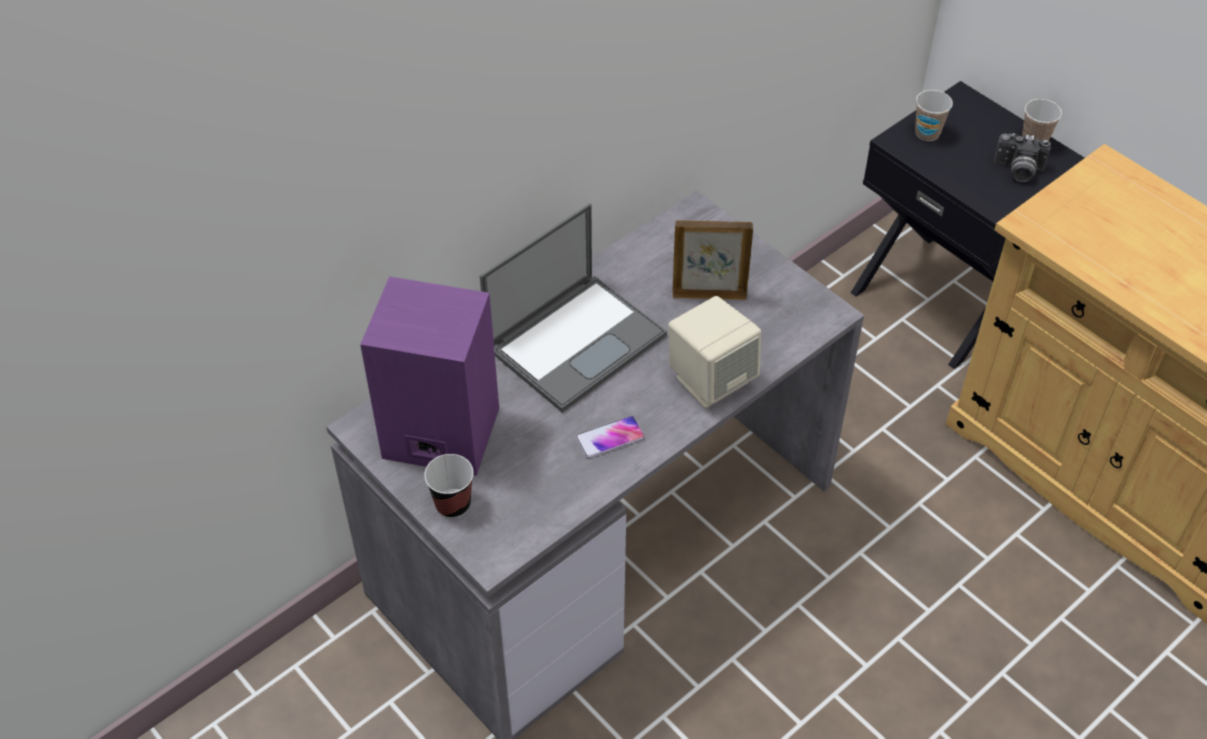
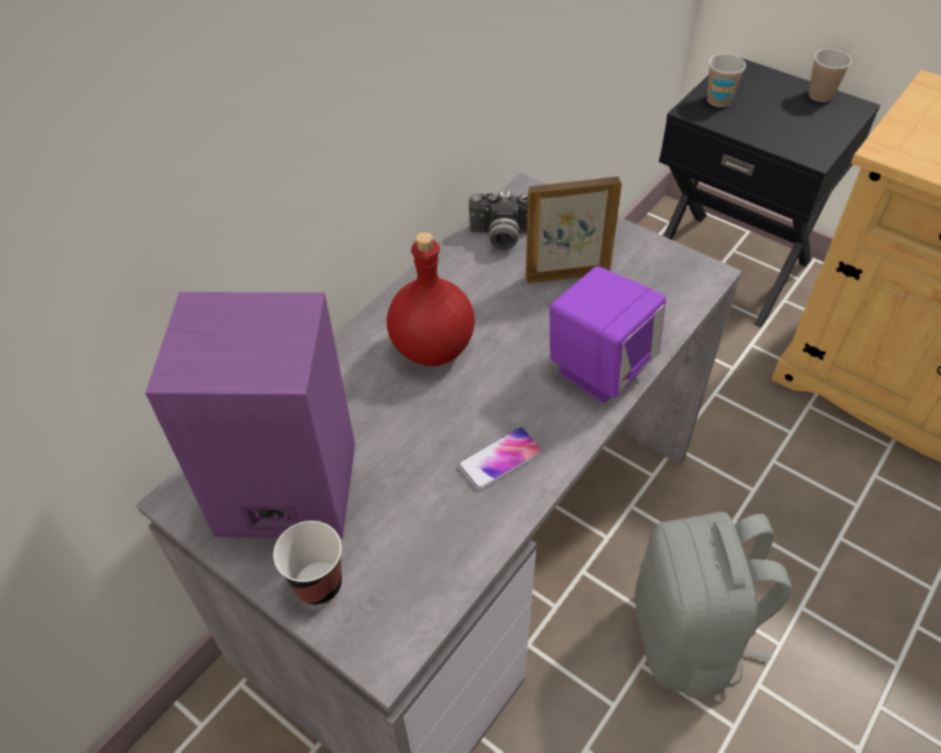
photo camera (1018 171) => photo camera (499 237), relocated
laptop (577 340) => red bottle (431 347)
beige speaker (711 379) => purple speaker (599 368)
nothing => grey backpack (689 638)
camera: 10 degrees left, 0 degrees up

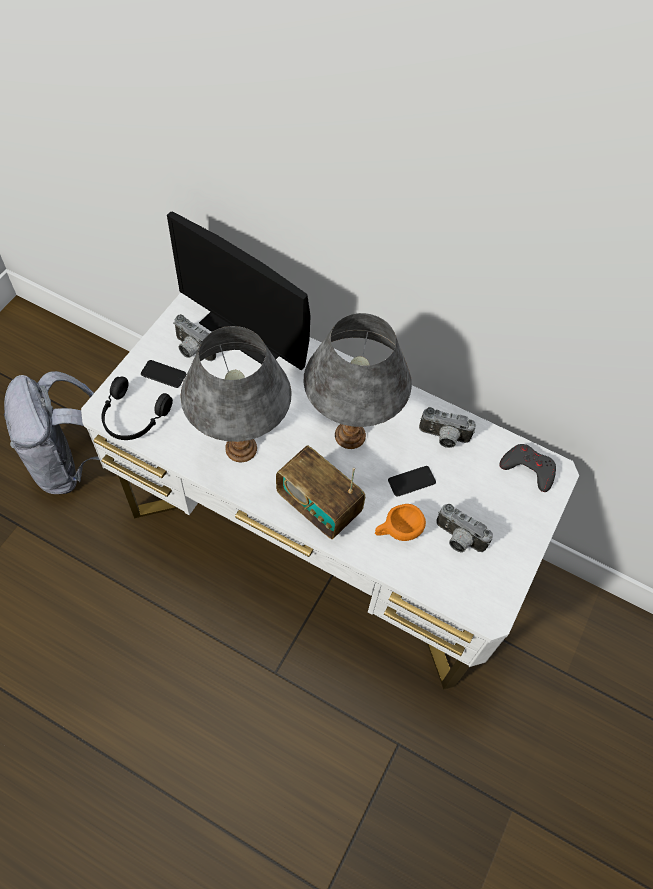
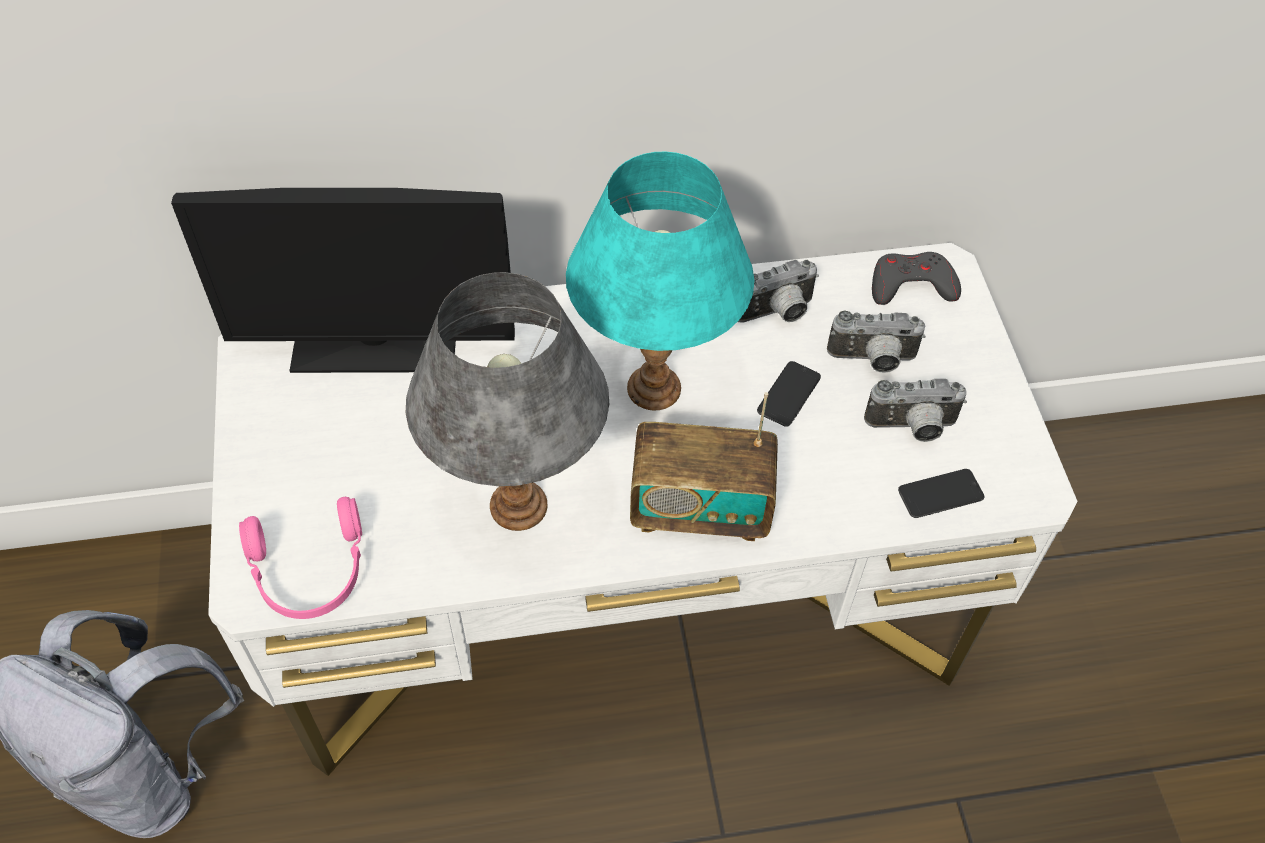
grey table lamp (349 436) => turquoise table lamp (654 389)
photo camera (192 350) => photo camera (872 360), relocated
phone (163 374) => phone (940 494), relocated
black headphones (133 417) => pink headphones (310 572)
orange cup (397 531) => nothing
camera: 35 degrees left, 5 degrees down

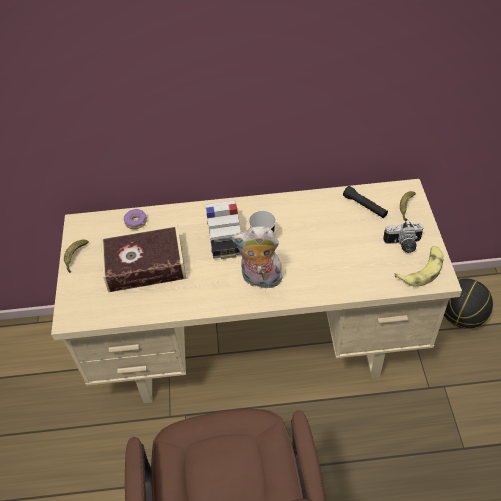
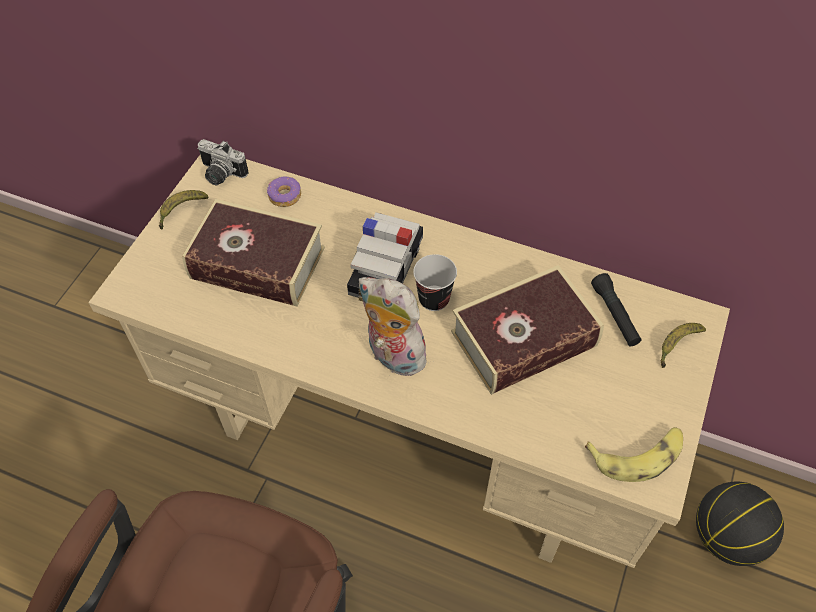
photo camera (403 245) => photo camera (220 174), relocated
nothing => book (524 339)
camera: 25 degrees right, 5 degrees up

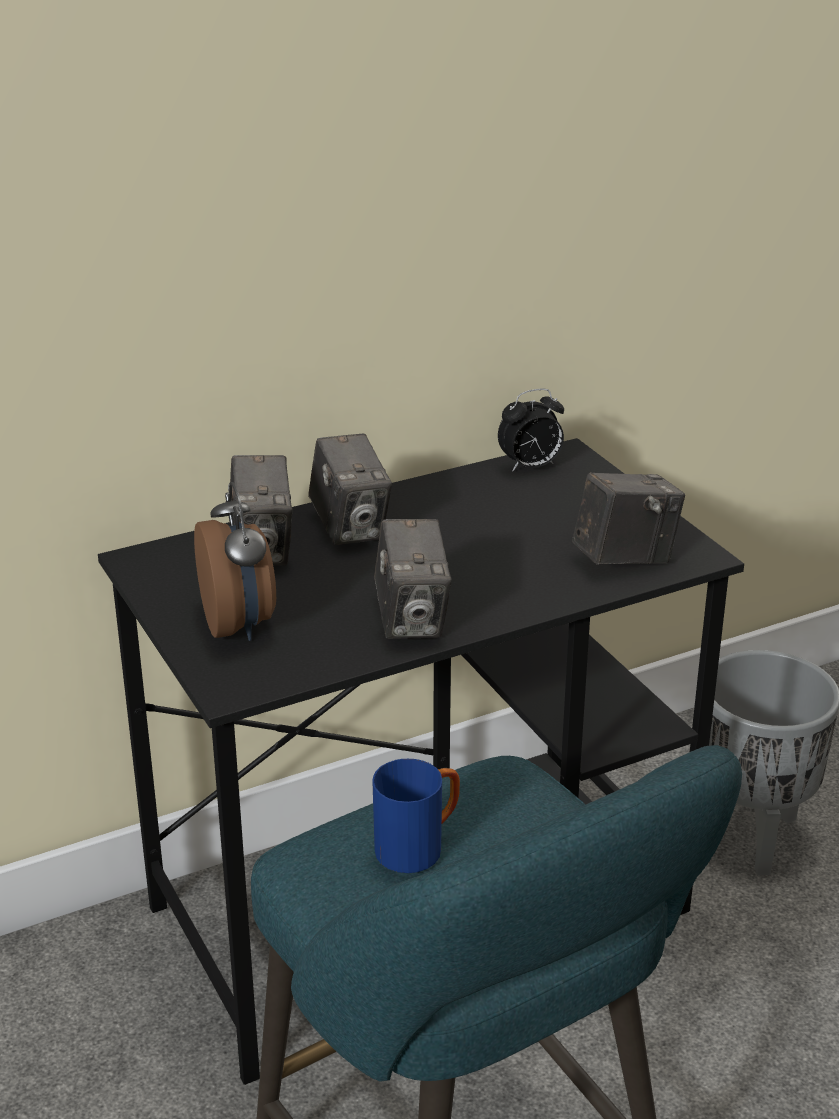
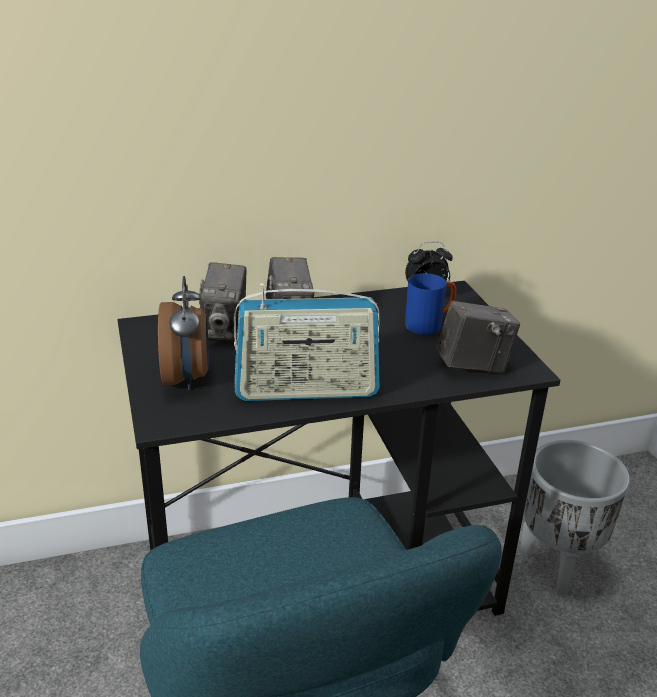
photo camera (412 620) => radio (306 390)
blue mug (419 846) => blue mug (429 325), relocated
camera: 10 degrees right, 0 degrees up

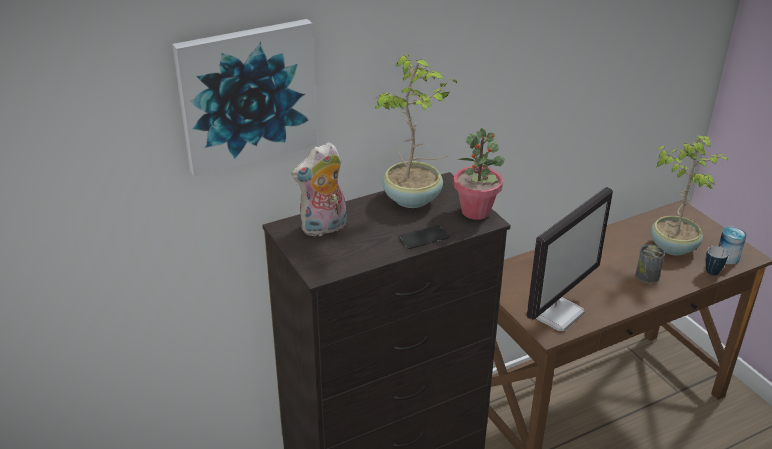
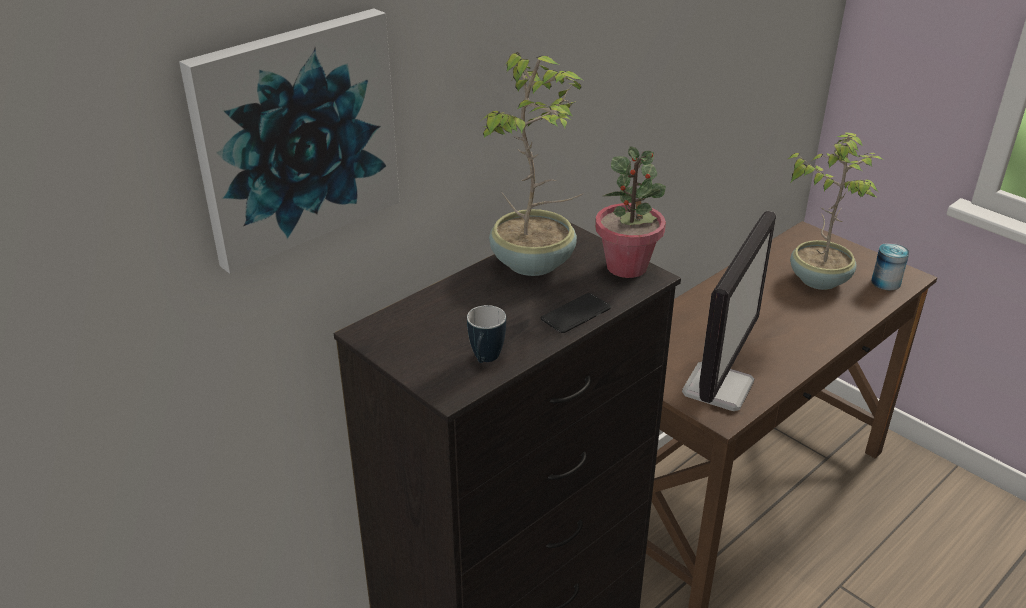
plush toy (324 228) => nothing
can (647 276) => nothing
mug (711 274) => mug (485 360), relocated
camera: 15 degrees left, 0 degrees up

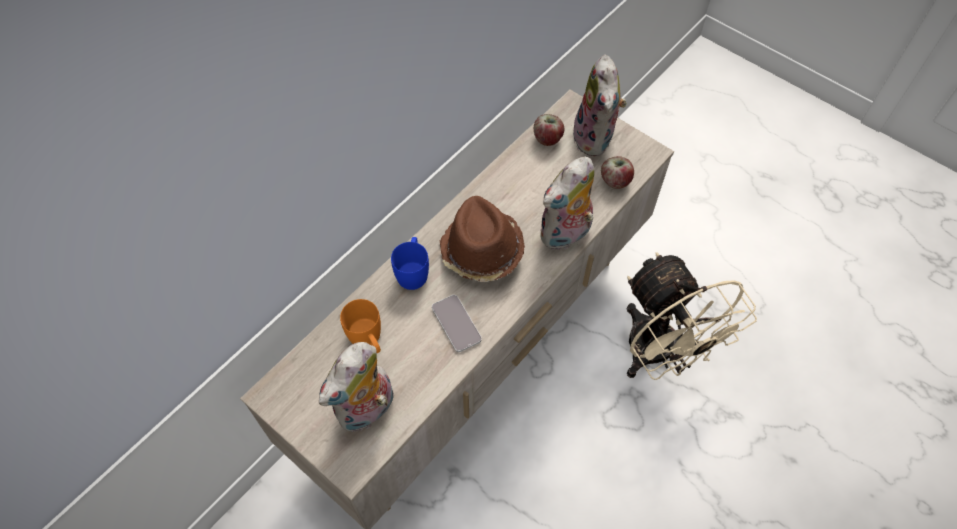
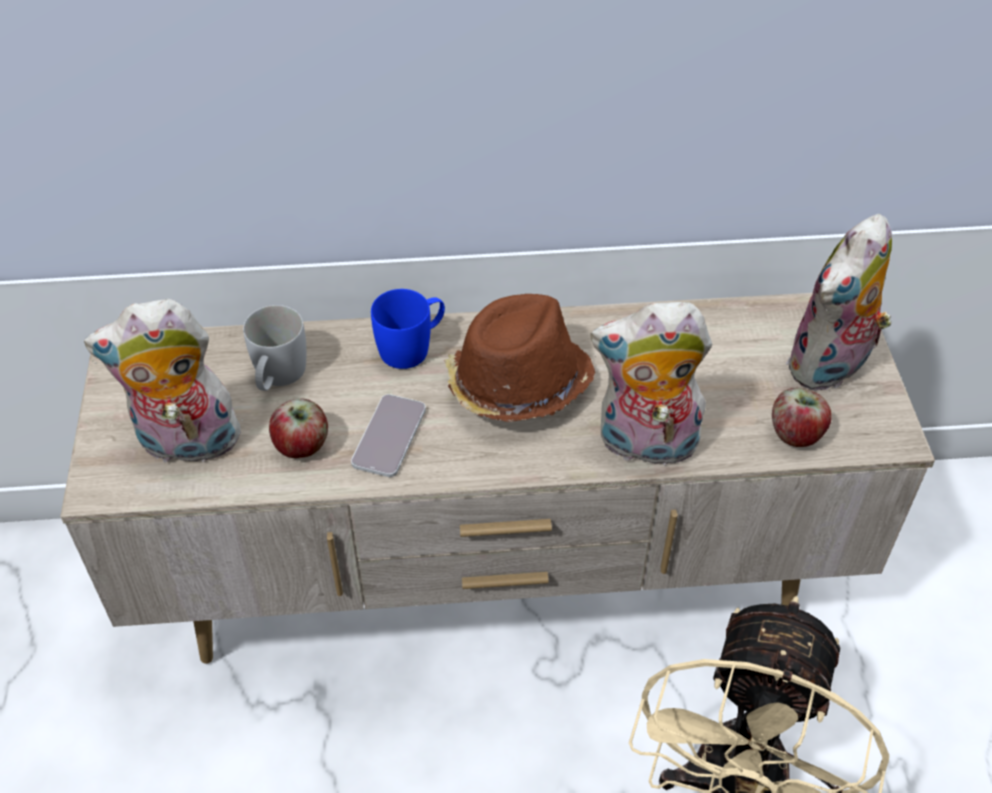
apple (547 139) => apple (302 446), relocated
orange mug (368 340) => white mug (277 377)
camera: 45 degrees right, 10 degrees down

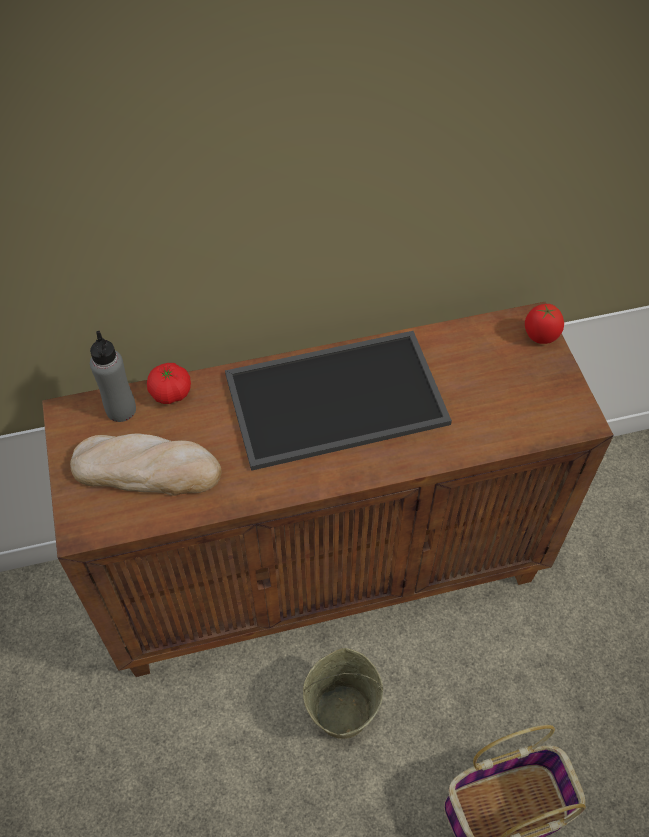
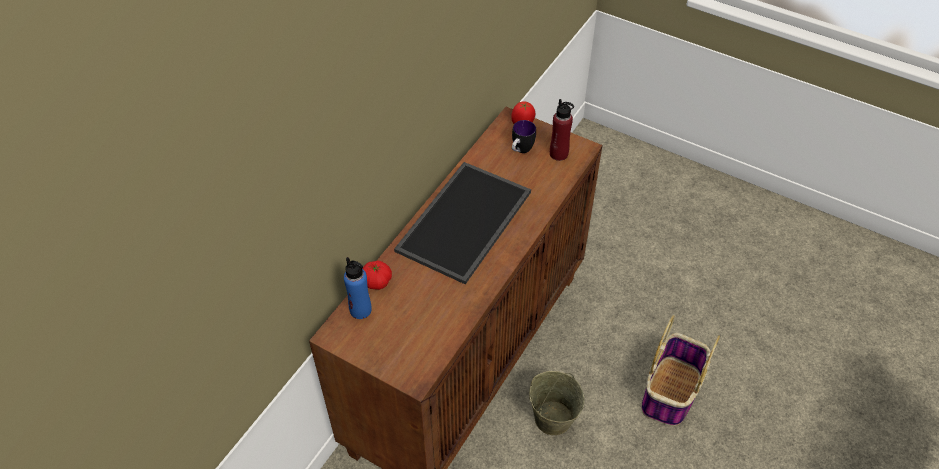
grey bottle (121 409) => blue bottle (360 310)
bread (147 469) => nothing
nothing => red bottle (559 154)
nothing => mug (520 151)
camera: 45 degrees left, 5 degrees down

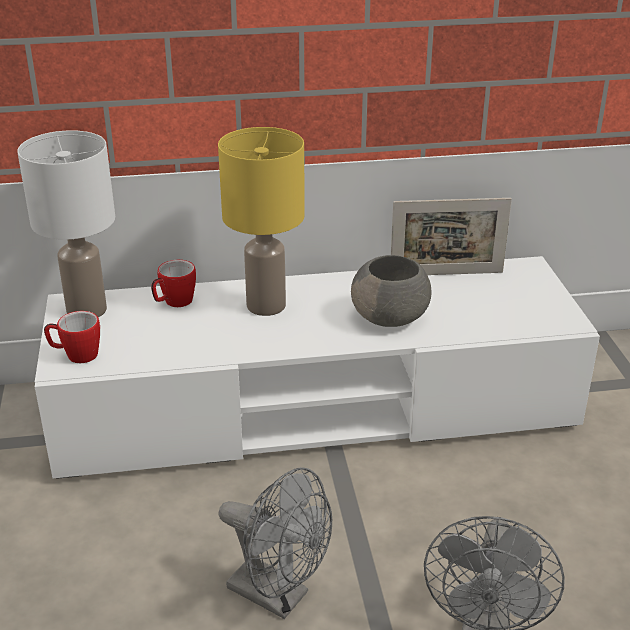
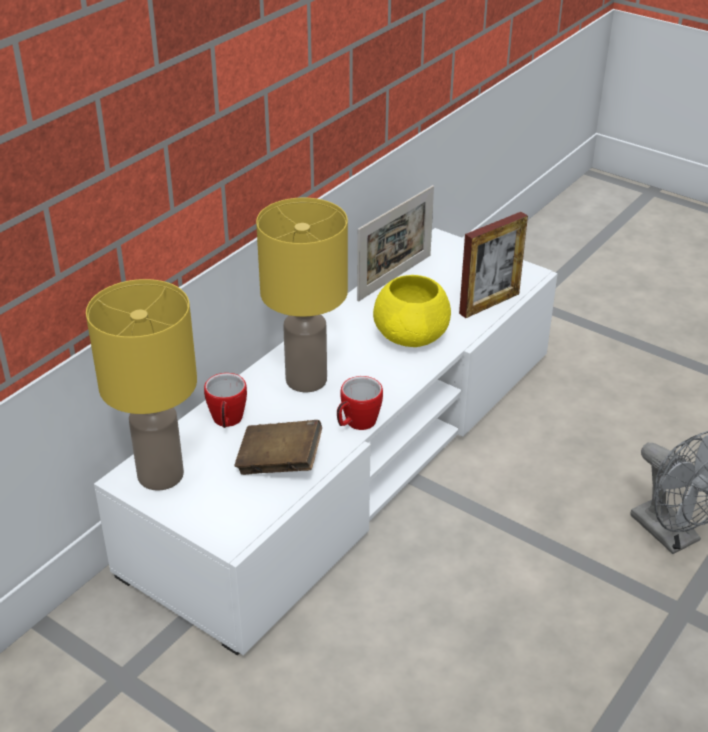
white table lamp (87 309) => yellow table lamp (160 474)
grey bowl (391 317) => yellow bowl (412 335)
mug (76 355) => mug (356 424), relocated
grey fan (278 596) => nothing
nothing => picture frame (489 303)
nothing => brown book (279 463)
camera: 45 degrees left, 5 degrees up

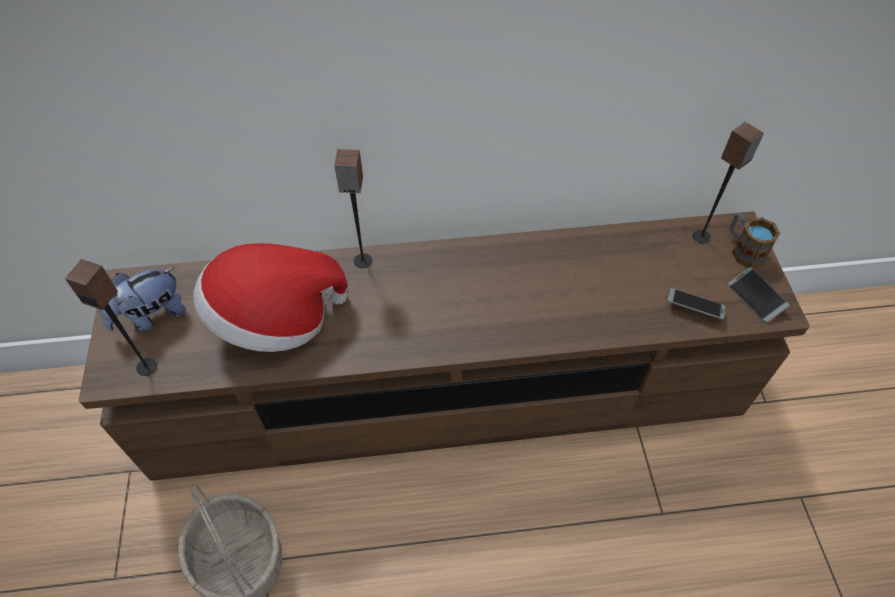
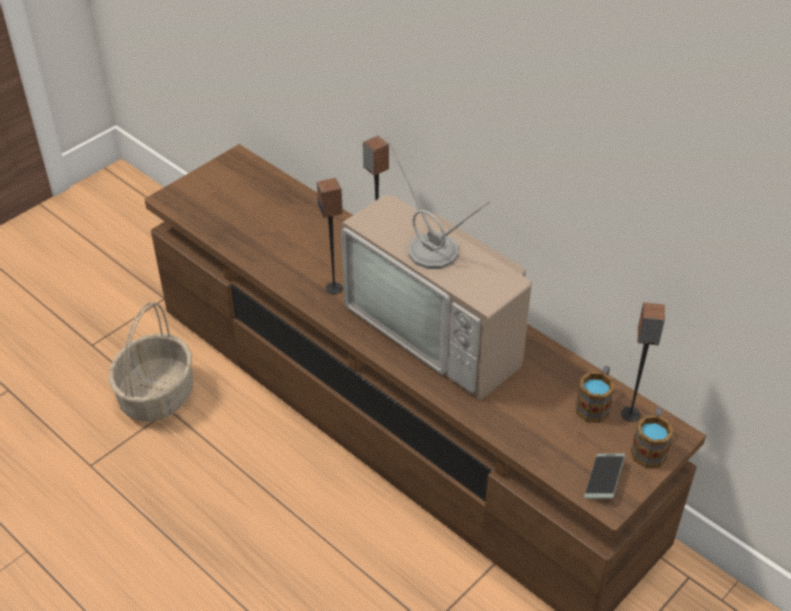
hat (275 319) => nothing
speaker (147 366) => speaker (334 288), relocated
plush toy (151 316) => nothing
phone (694 307) => nothing
nothing => television (441 329)
nothing => mug (595 404)
camera: 50 degrees right, 10 degrees down

